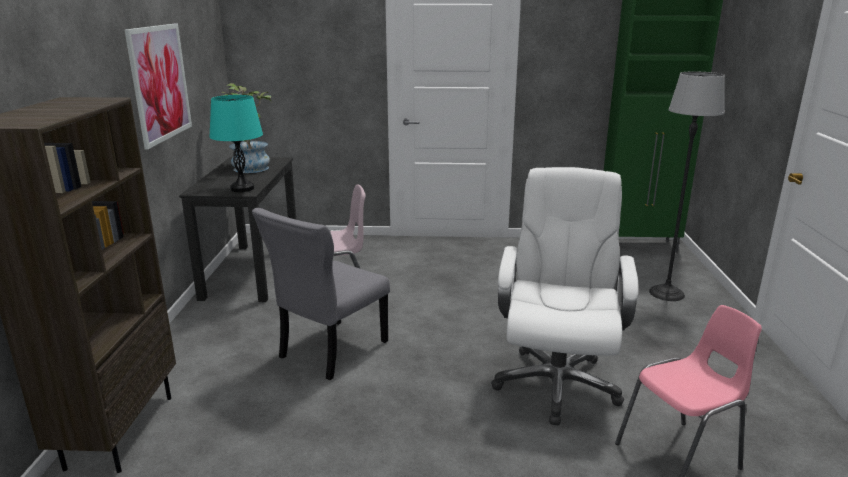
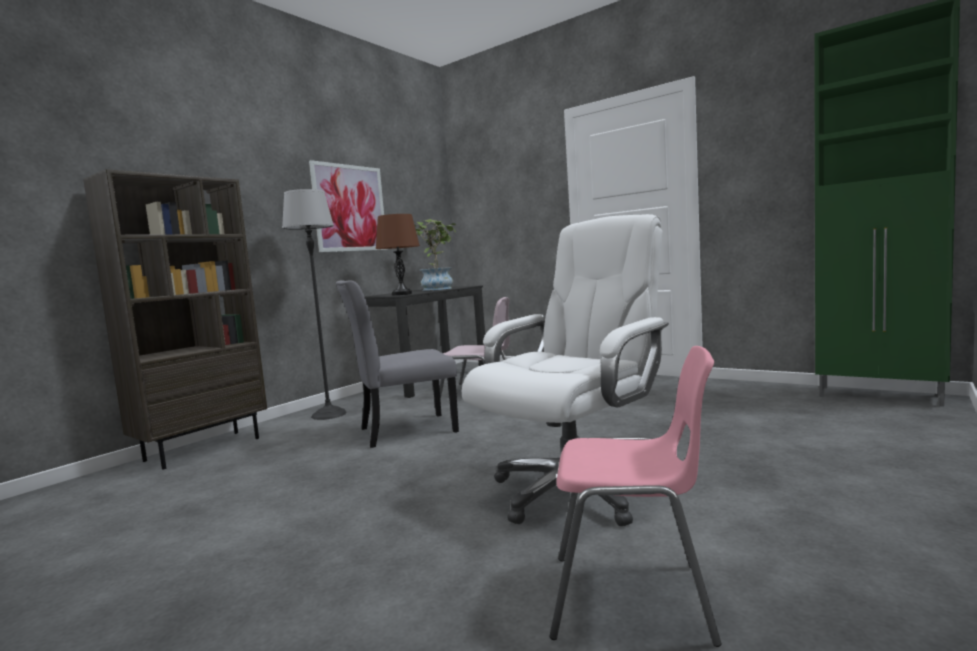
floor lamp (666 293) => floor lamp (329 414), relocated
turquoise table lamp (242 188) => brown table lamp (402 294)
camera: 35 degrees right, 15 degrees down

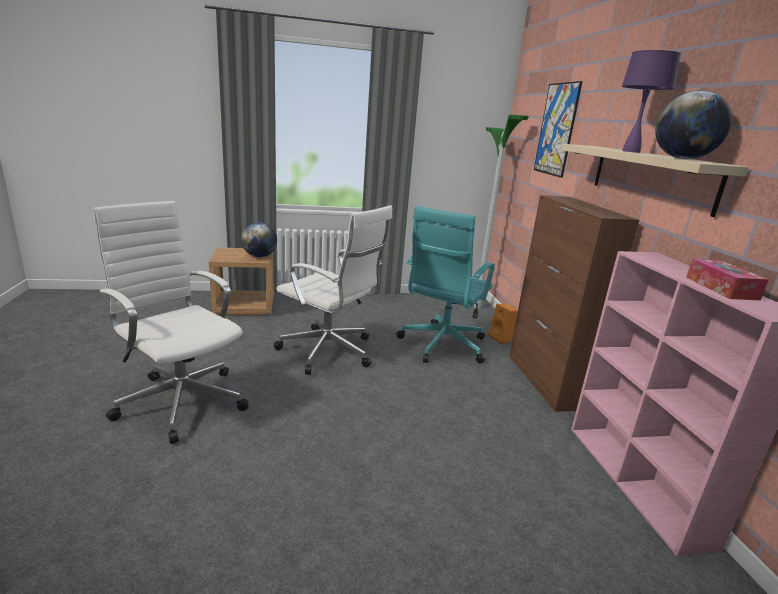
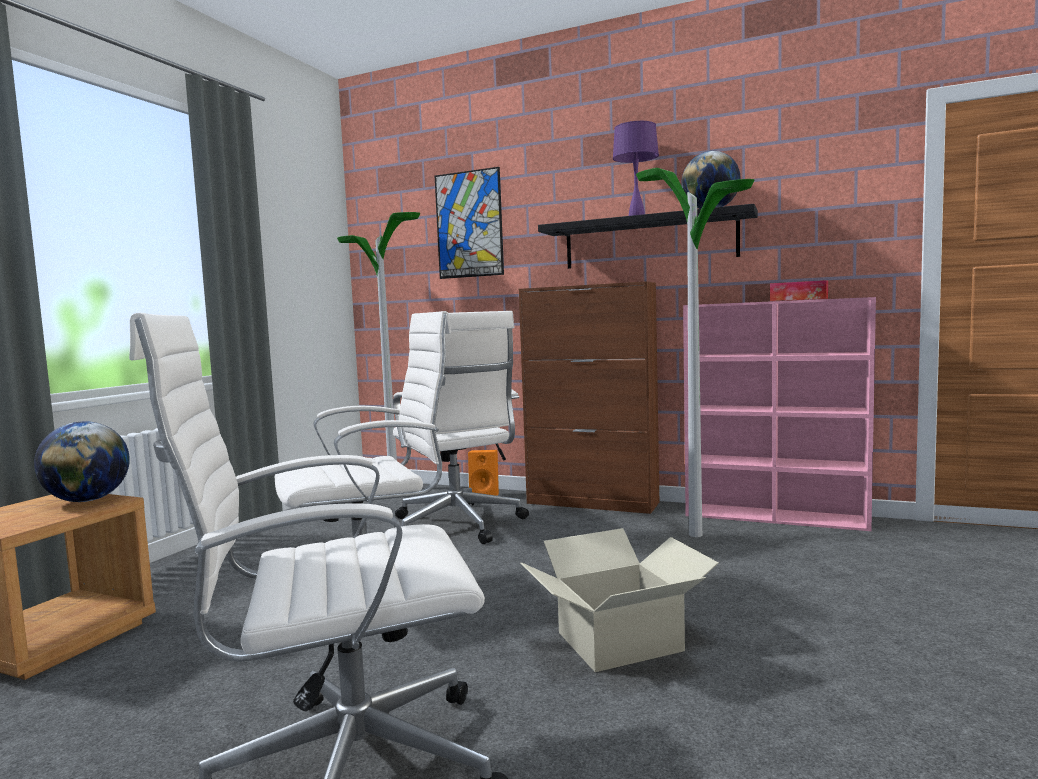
beige shelf (650 176) => black shelf (649 241)
turquoise office chair (441 345) => white office chair (458 526)
nothing => floor lamp (695 535)
nothing => cardboard box (620 642)
camera: 55 degrees left, 15 degrees down

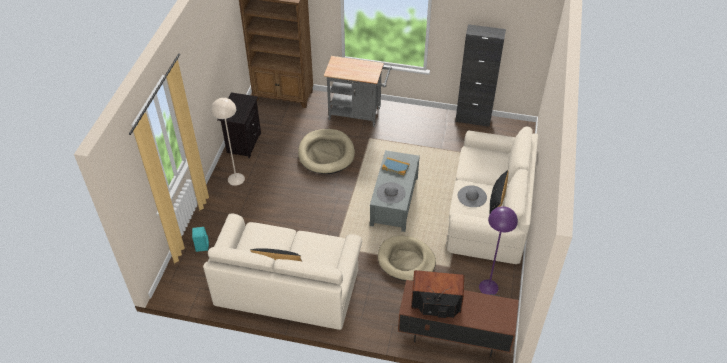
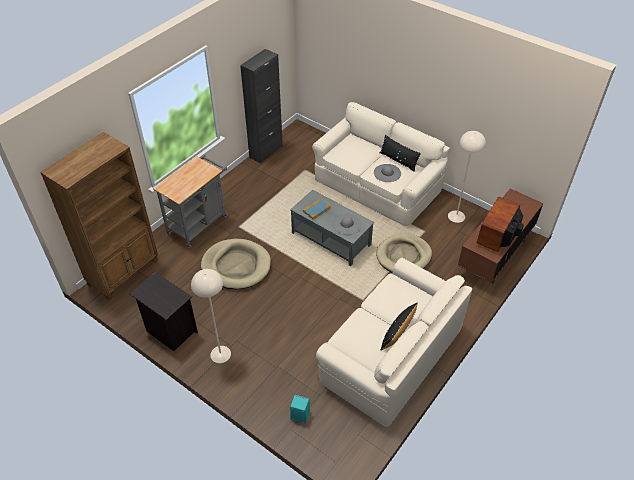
purple floor lamp (488 287) => beige floor lamp (456 216)
camera: 65 degrees left, 0 degrees up

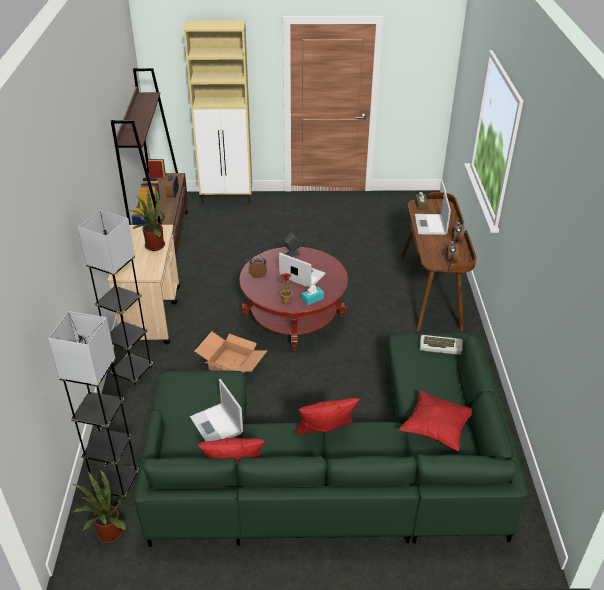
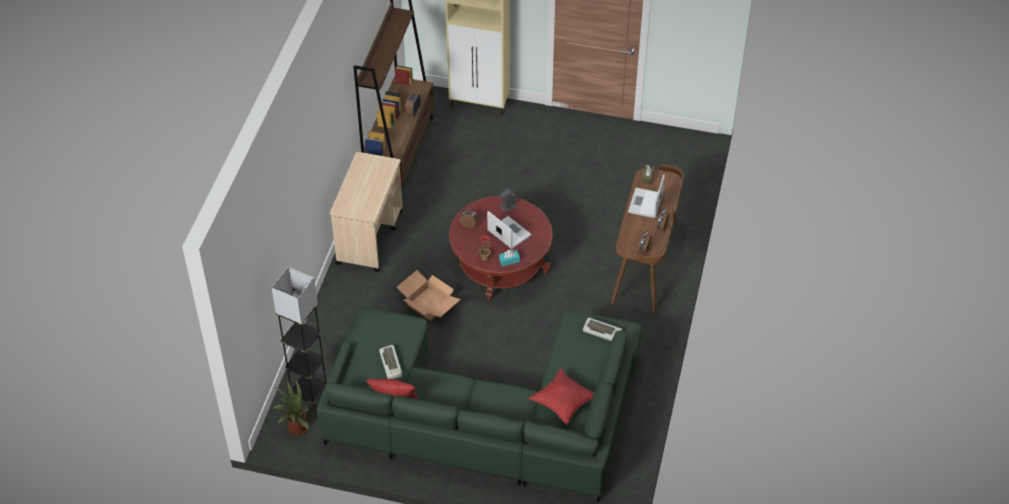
potted plant (152 246) => nothing
grey floor lamp (132 371) => nothing
laptop (217 426) => keyboard (392 364)
red pillow (325 435) => nothing
camera: 15 degrees right, 10 degrees up

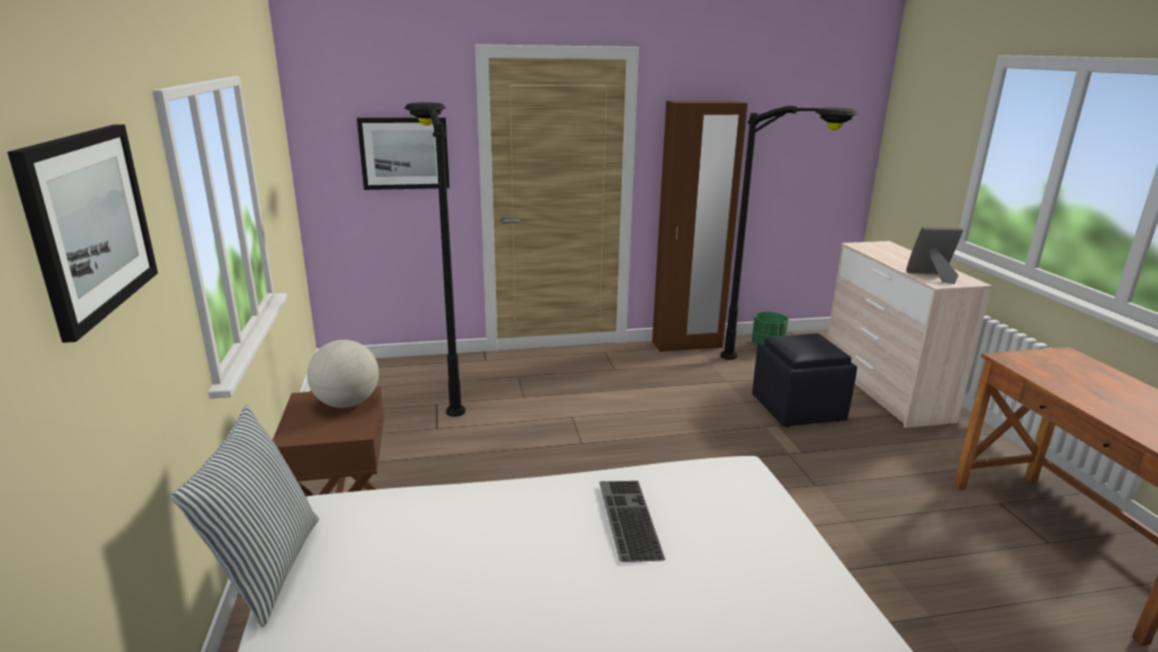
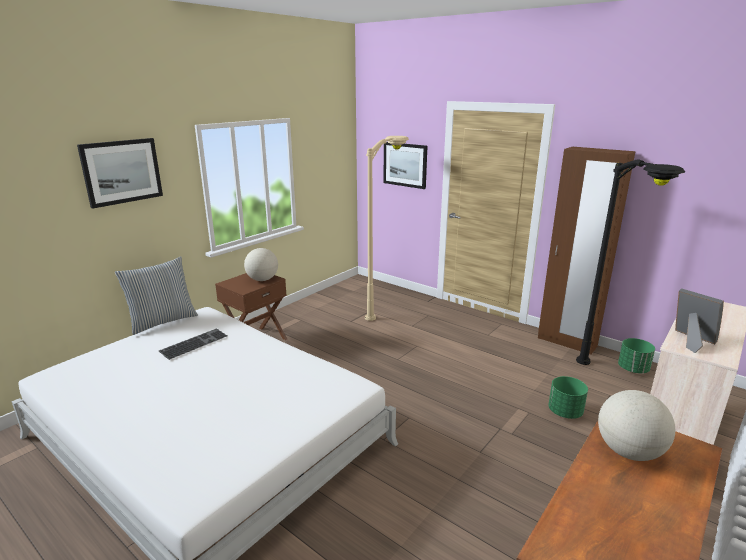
black floor lamp (446 386) => beige floor lamp (387 305)
black ottoman (796 408) => green planter (564 412)
keyboard (626 518) => keyboard (194 343), relocated
nothing => globe (628 451)
camera: 50 degrees right, 0 degrees up

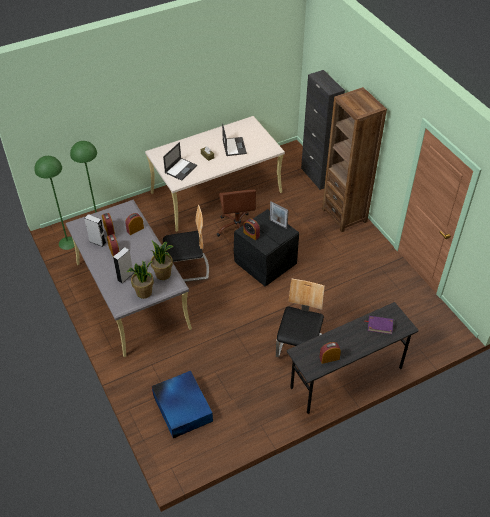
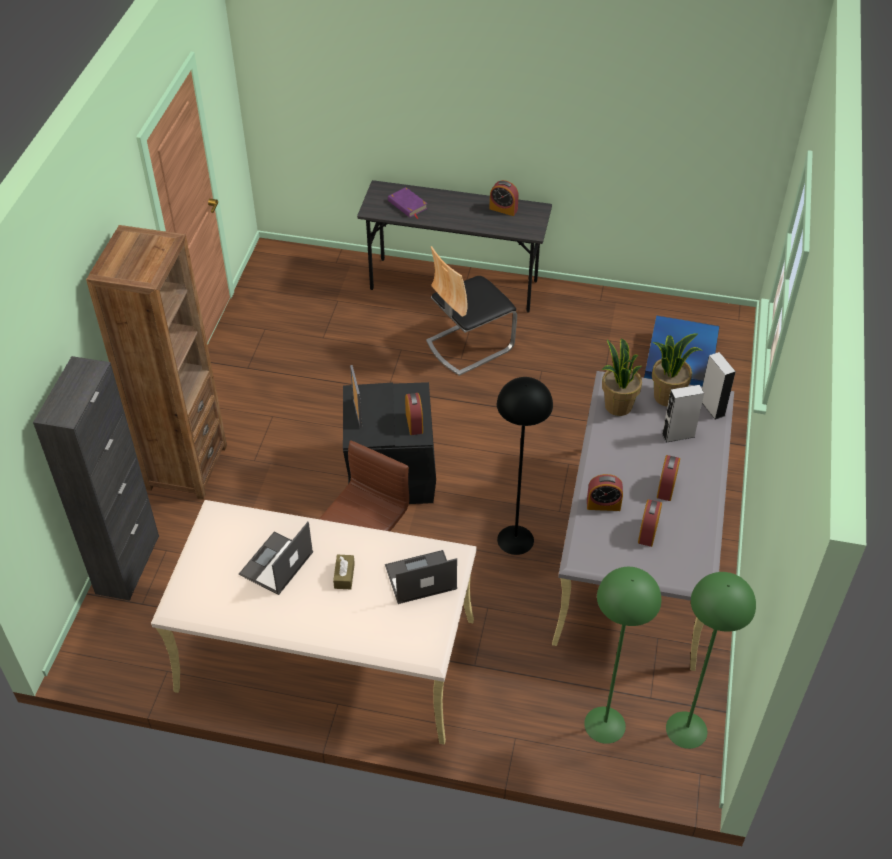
chair (187 268) => black floor lamp (515 539)
grey speaker (97 242) => grey speaker (712 407), relocated
camera: 140 degrees left, 0 degrees up

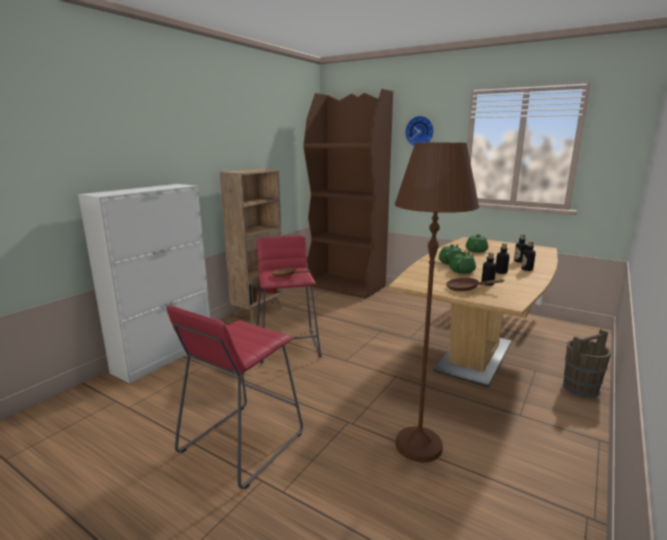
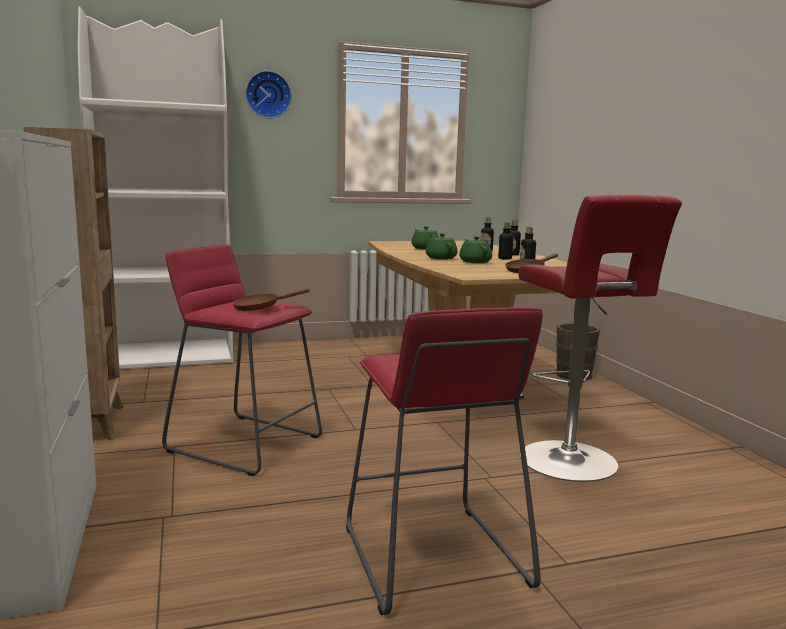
brown bookcase (346 285) => white bookcase (169 356)
brown floor lamp (418 445) => red stool (572 463)
camera: 50 degrees left, 5 degrees down

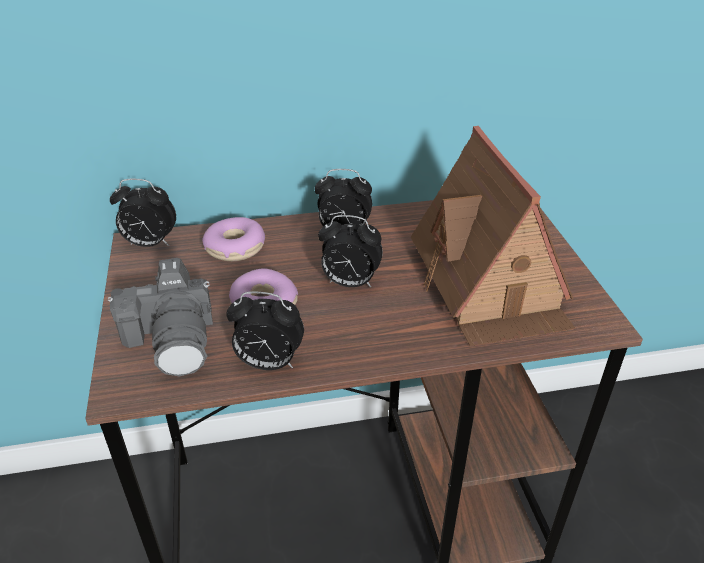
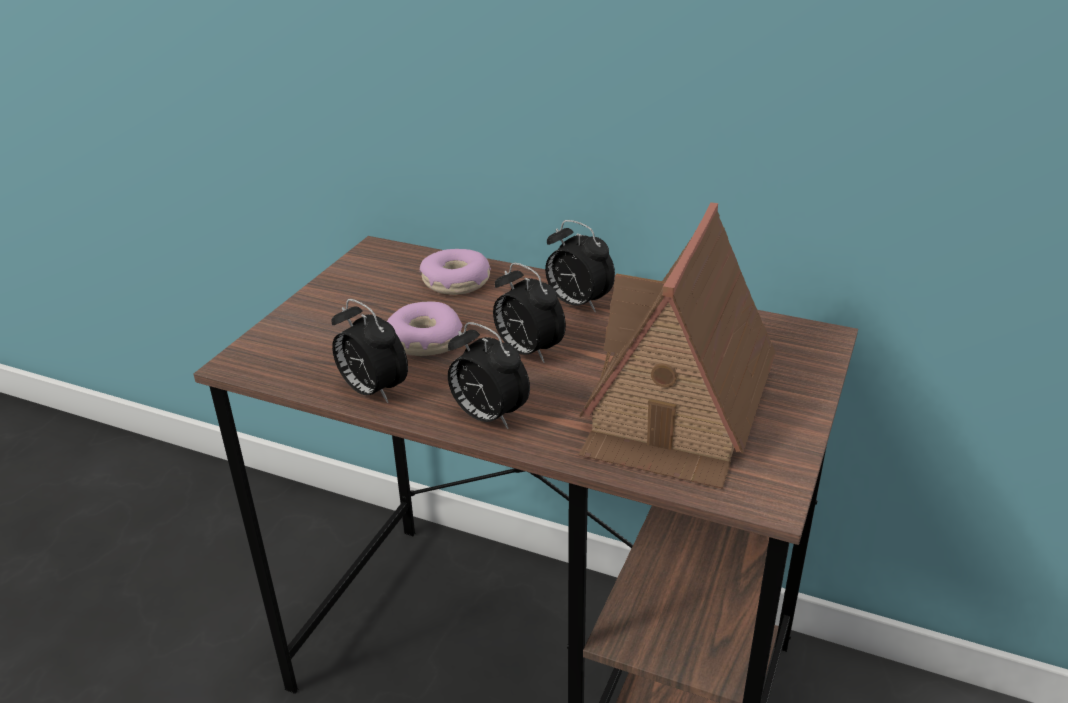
alarm clock (149 244) => alarm clock (487 416), relocated
photo camera (173 338) => nothing
camera: 35 degrees right, 5 degrees down

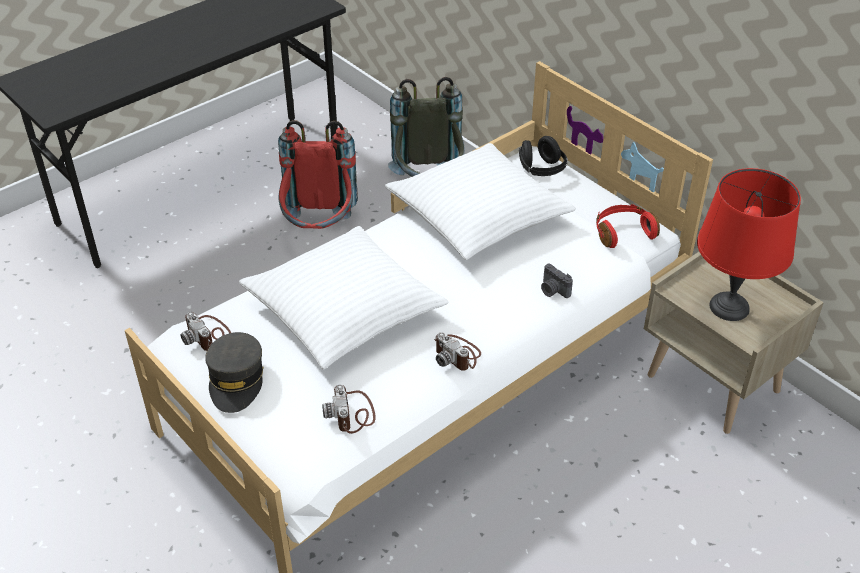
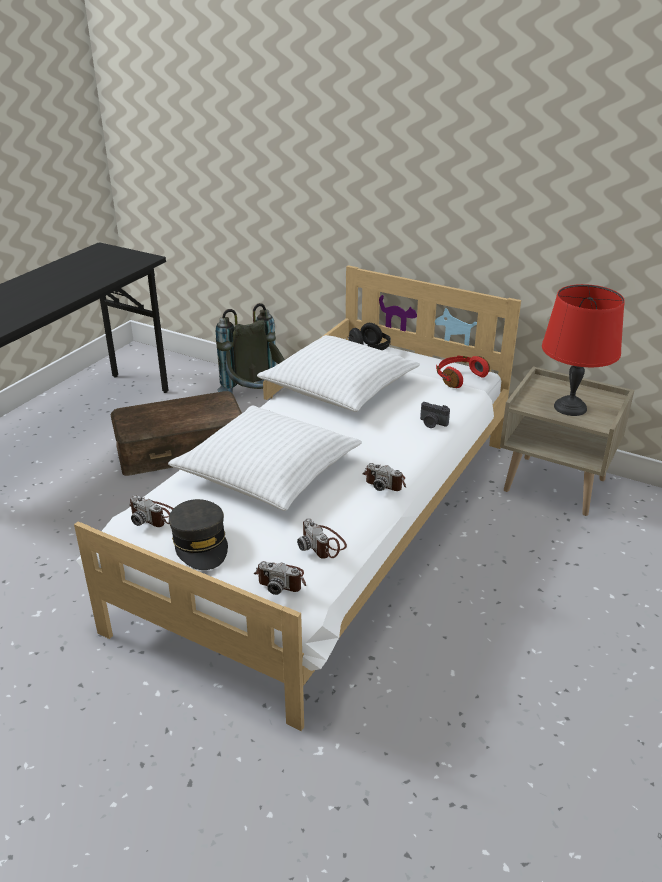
red backpack (319 231) => brown storage box (181 448)
nothing => photo camera (281 580)
camera: 20 degrees left, 10 degrees down

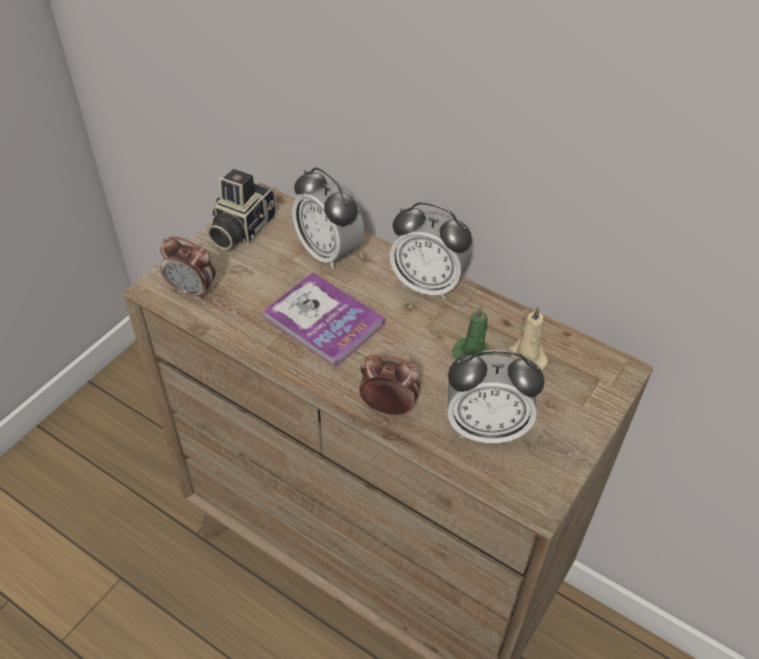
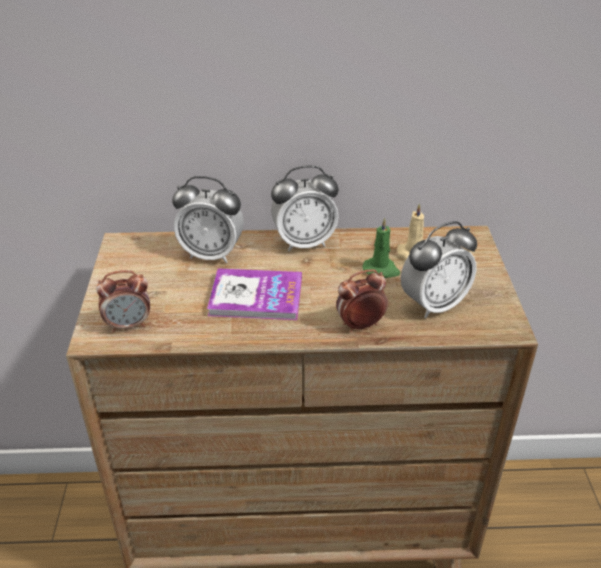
photo camera (240 229) => nothing
camera: 35 degrees left, 10 degrees down

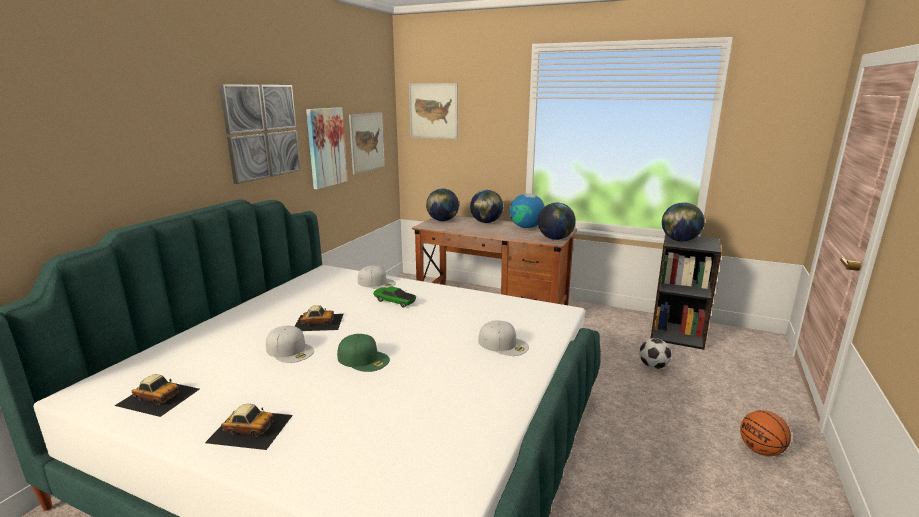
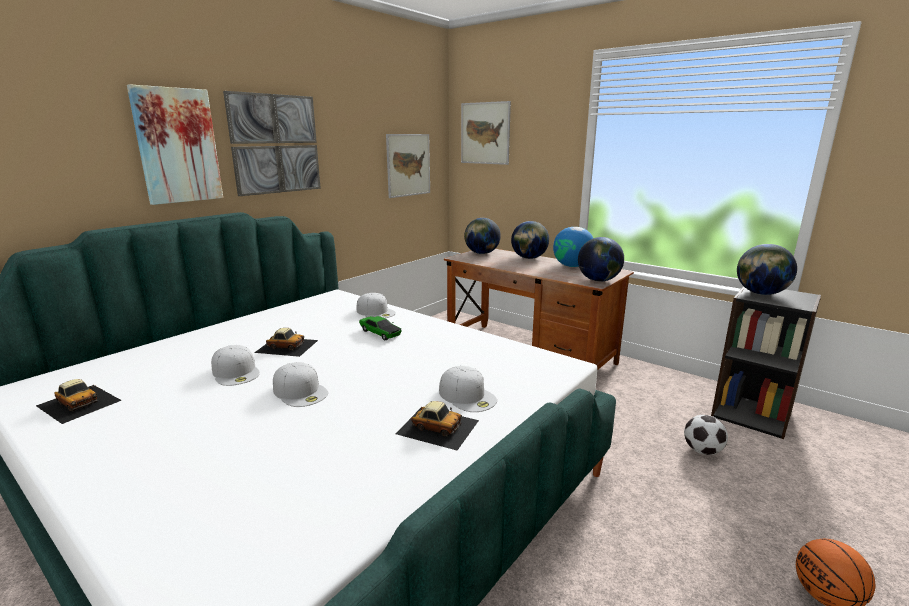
picture (326 147) => picture (177 146), relocated
green cap (364 359) => white cap (301 391)
toy car (250 428) => toy car (437 426), relocated
camera: 15 degrees right, 0 degrees up

